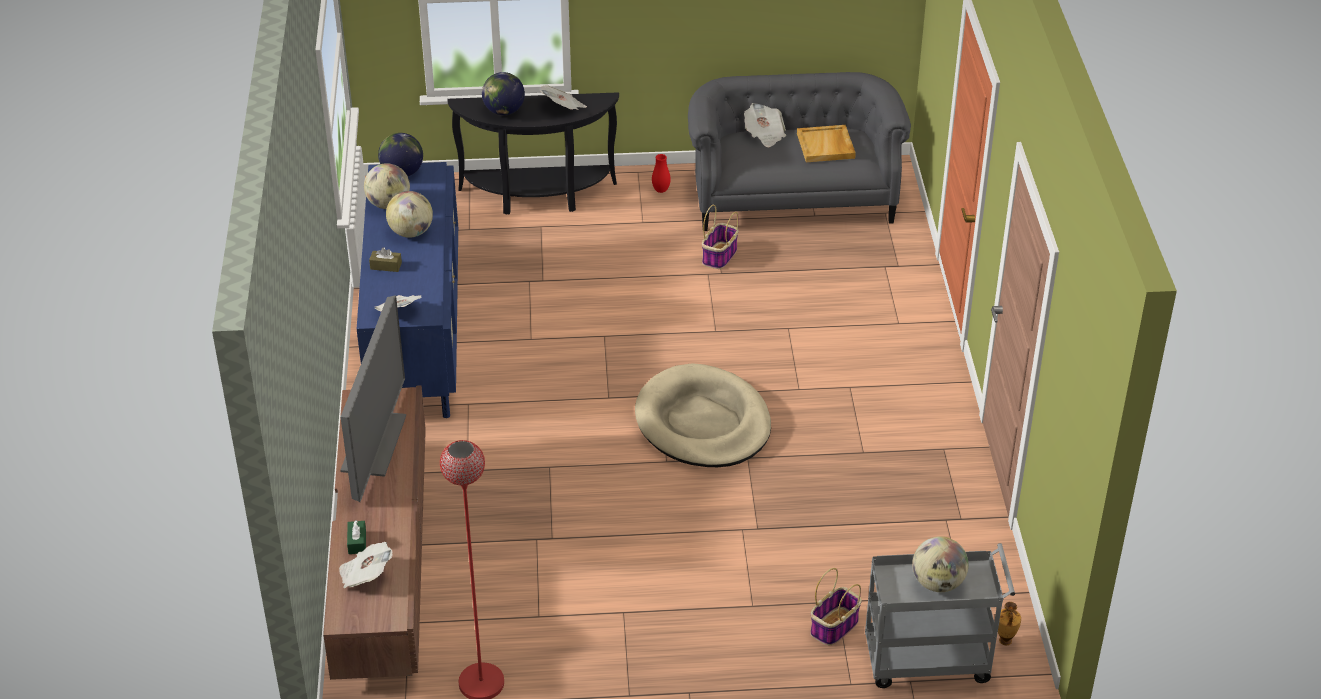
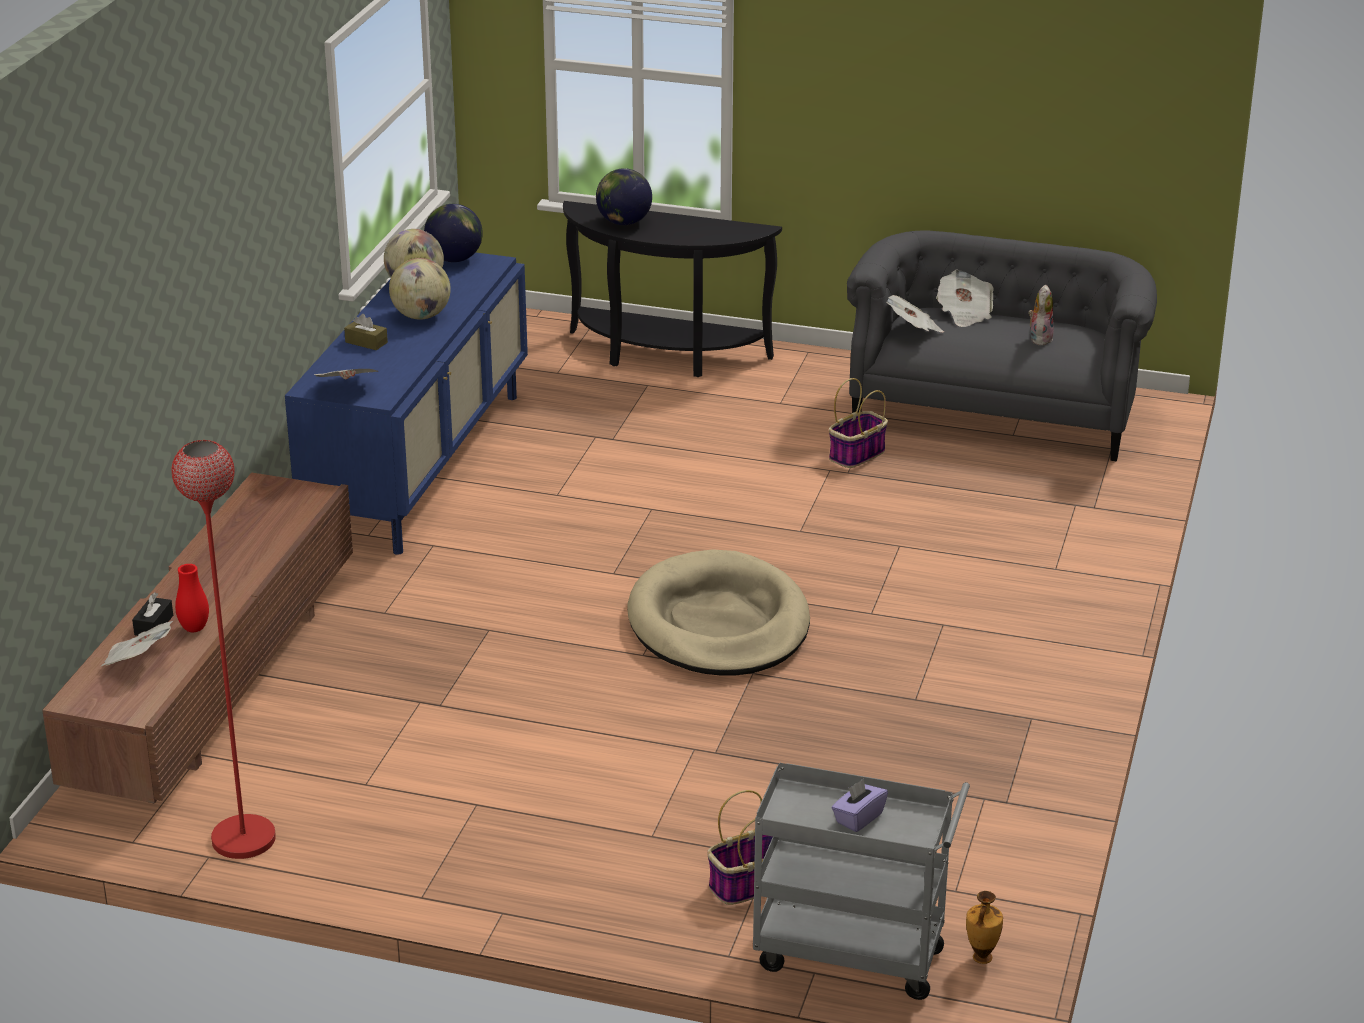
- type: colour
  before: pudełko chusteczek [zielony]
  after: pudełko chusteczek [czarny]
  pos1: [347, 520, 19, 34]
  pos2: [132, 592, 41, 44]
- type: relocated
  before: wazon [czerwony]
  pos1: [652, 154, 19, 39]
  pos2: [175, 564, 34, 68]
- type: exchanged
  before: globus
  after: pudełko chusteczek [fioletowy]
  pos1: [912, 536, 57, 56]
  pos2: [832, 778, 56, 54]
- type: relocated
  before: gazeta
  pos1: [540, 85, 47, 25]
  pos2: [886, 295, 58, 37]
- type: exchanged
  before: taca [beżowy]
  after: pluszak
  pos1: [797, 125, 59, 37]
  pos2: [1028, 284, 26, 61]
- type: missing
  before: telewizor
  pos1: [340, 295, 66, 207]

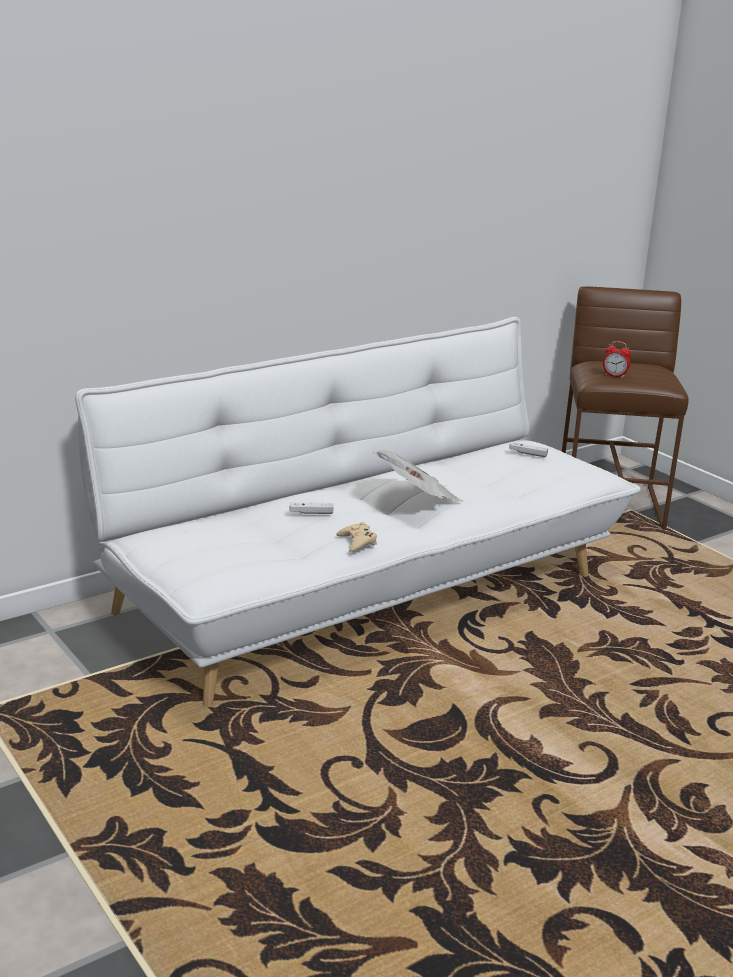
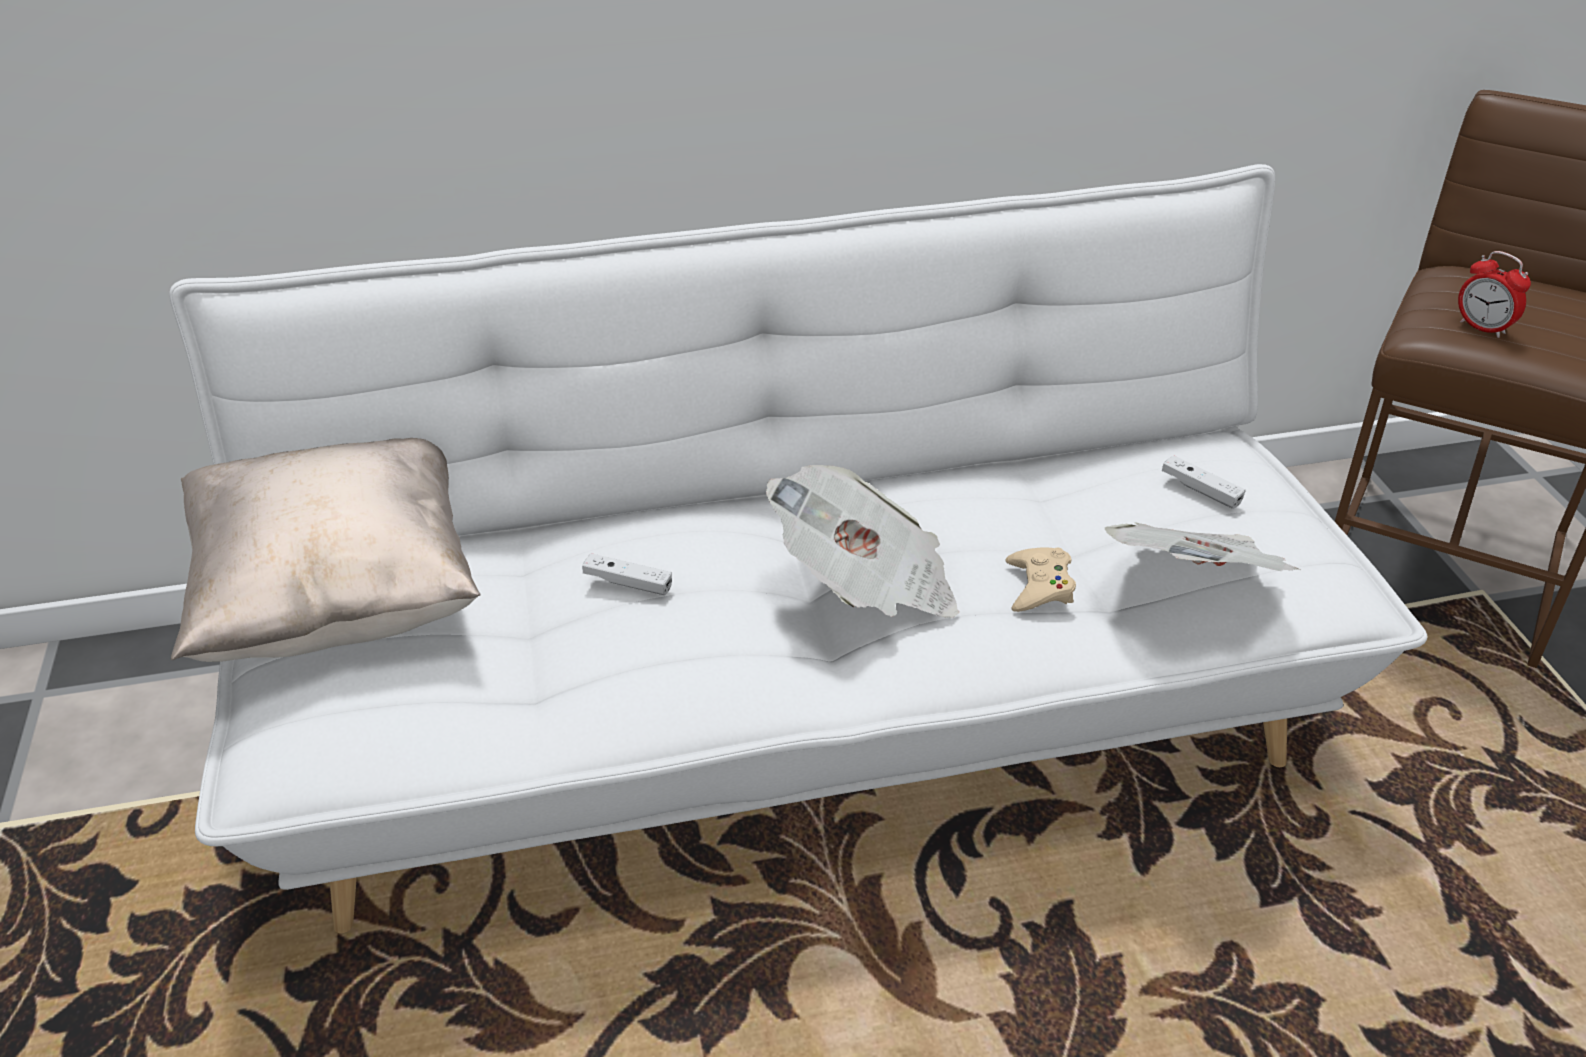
- type: appeared
  after: poduszka [beżowy]
  pos2: [171, 438, 309, 224]
- type: relocated
  before: pad do gier [beżowy]
  pos1: [336, 522, 41, 30]
  pos2: [1005, 547, 71, 65]
- type: appeared
  after: gazeta
  pos2: [1105, 523, 195, 48]

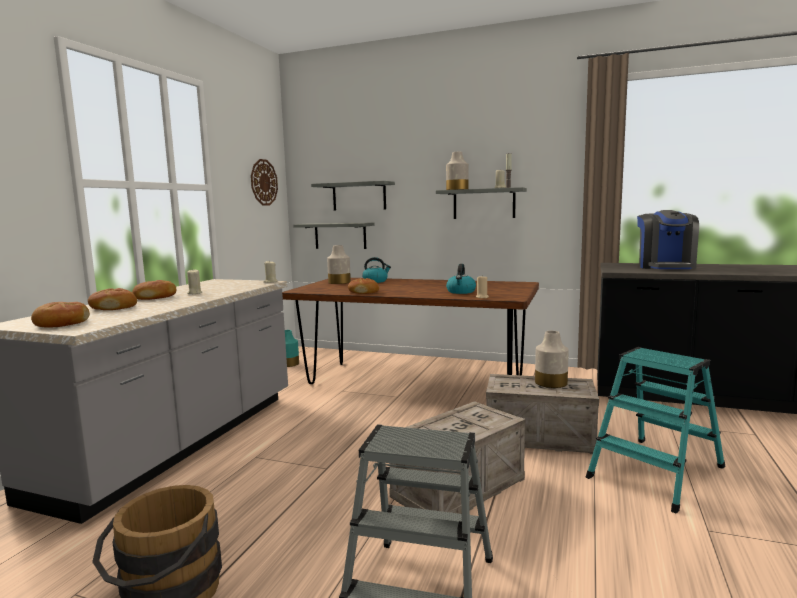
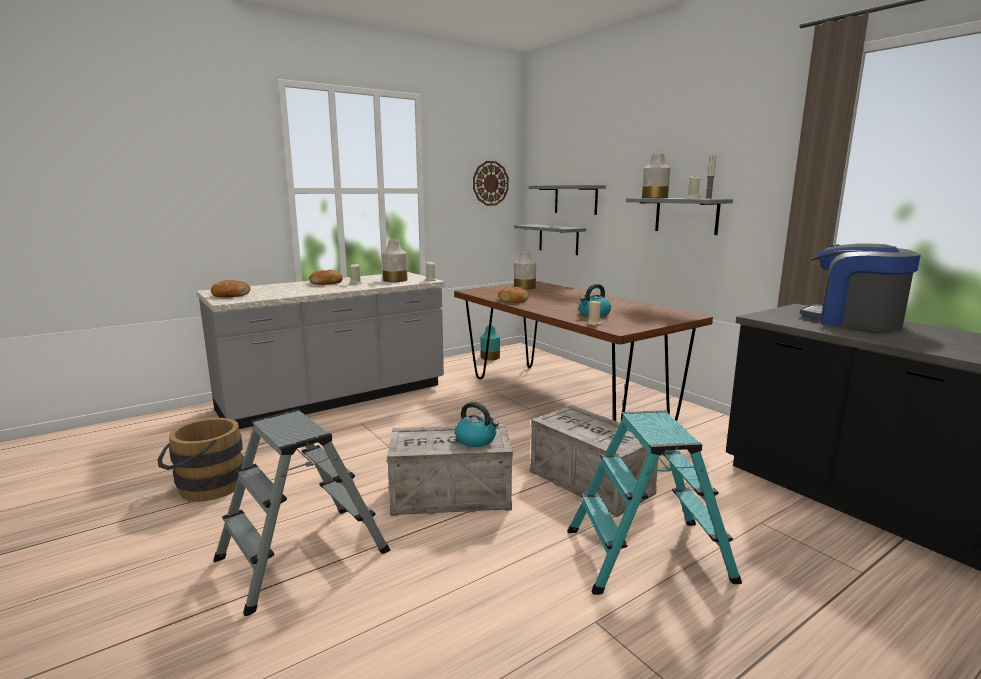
- type: relocated
  before: wazon [beżowy]
  pos1: [535, 331, 34, 57]
  pos2: [382, 240, 26, 42]
- type: relocated
  before: czajnik
  pos1: [362, 257, 29, 26]
  pos2: [455, 402, 44, 45]
- type: spun
  before: ekspres do kawy
  pos1: [637, 210, 62, 59]
  pos2: [800, 244, 121, 88]
  turn: 90
- type: missing
  before: chleb
  pos1: [88, 288, 49, 22]

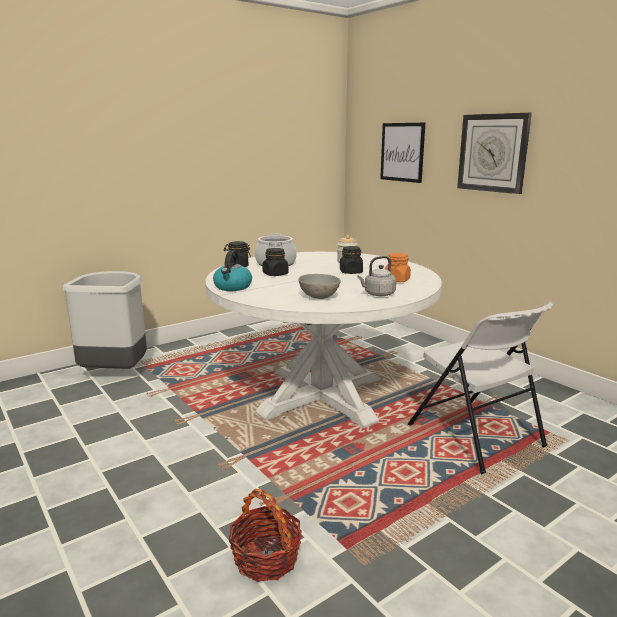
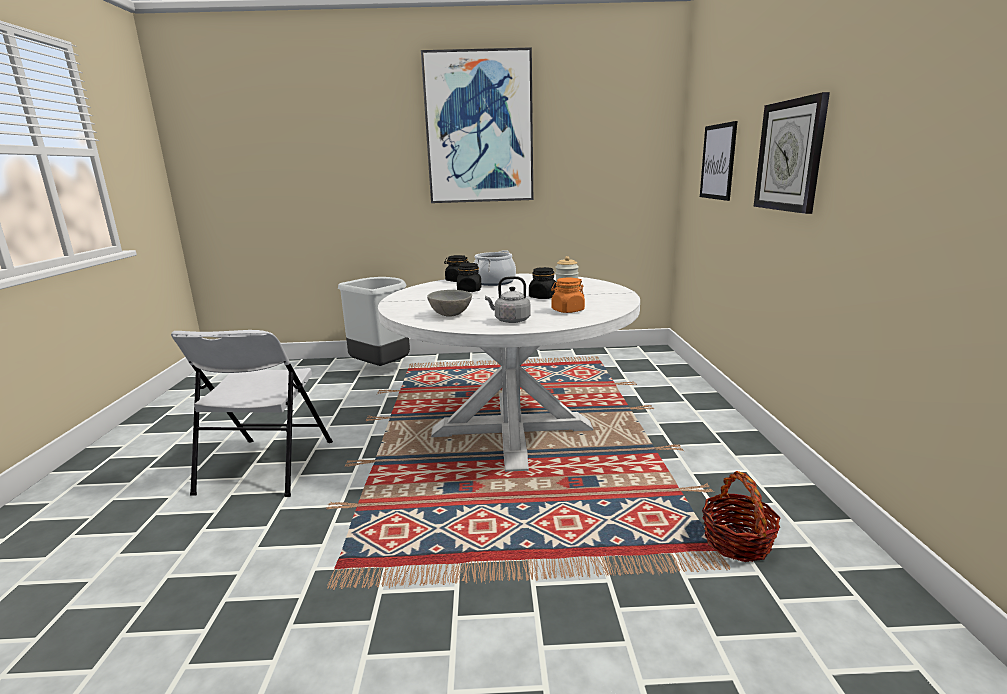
- type: relocated
  before: krzesło [biały]
  pos1: [408, 301, 145, 174]
  pos2: [171, 330, 162, 167]
- type: appeared
  after: obraz
  pos2: [421, 47, 112, 156]
- type: relocated
  before: koszyk
  pos1: [229, 489, 73, 93]
  pos2: [702, 471, 79, 91]
- type: missing
  before: czajnik
  pos1: [213, 250, 39, 41]

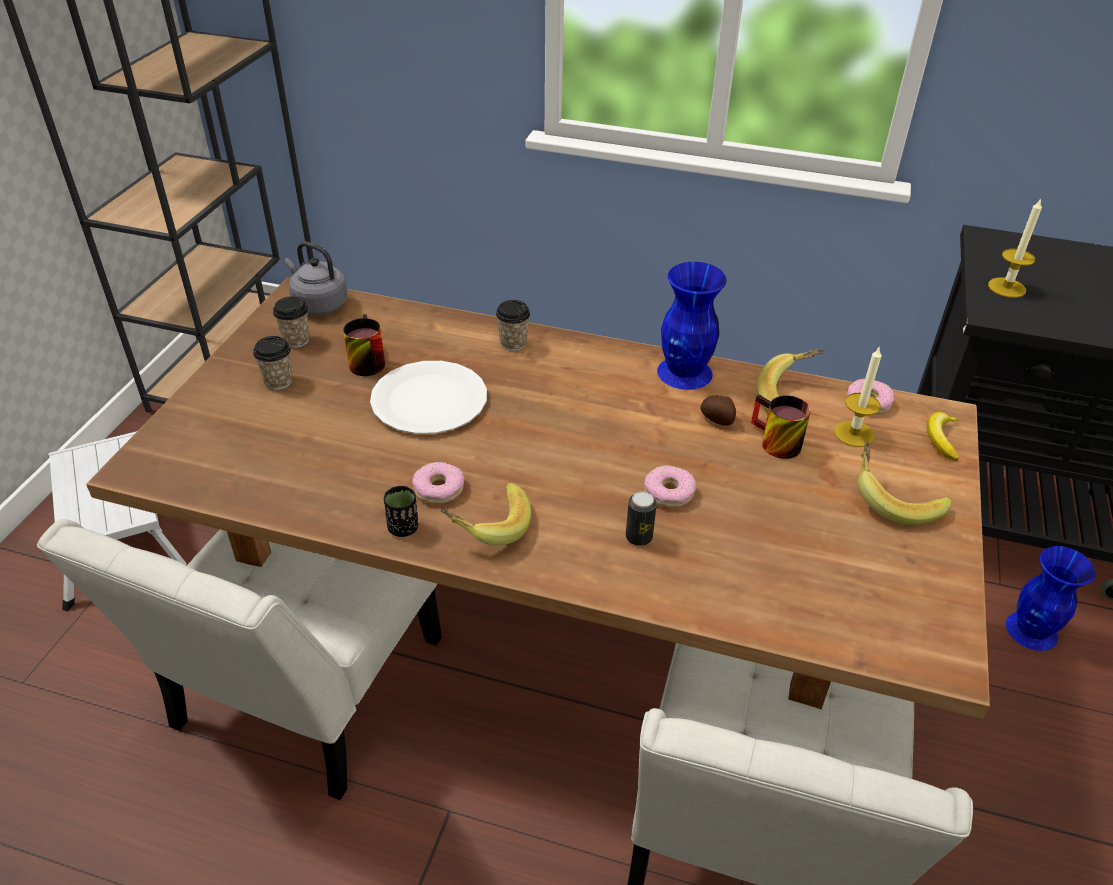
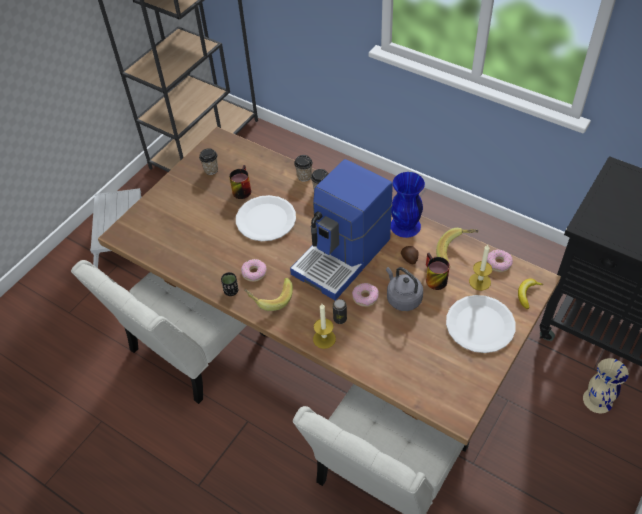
- type: appeared
  after: ekspres do kawy
  pos2: [290, 159, 103, 141]
- type: relocated
  before: filiżanka
  pos1: [253, 336, 40, 54]
  pos2: [294, 155, 19, 27]
- type: relocated
  before: świeca
  pos1: [988, 199, 54, 99]
  pos2: [313, 304, 23, 45]
- type: relocated
  before: czajnik [szary]
  pos1: [285, 242, 63, 73]
  pos2: [386, 267, 37, 44]
- type: exchanged
  before: banan
  after: talerz [biały]
  pos1: [858, 442, 94, 83]
  pos2: [446, 295, 70, 58]
- type: colour
  before: wazon [niebieski]
  after: wazon [beżowy]
  pos1: [1006, 546, 89, 105]
  pos2: [583, 358, 46, 55]

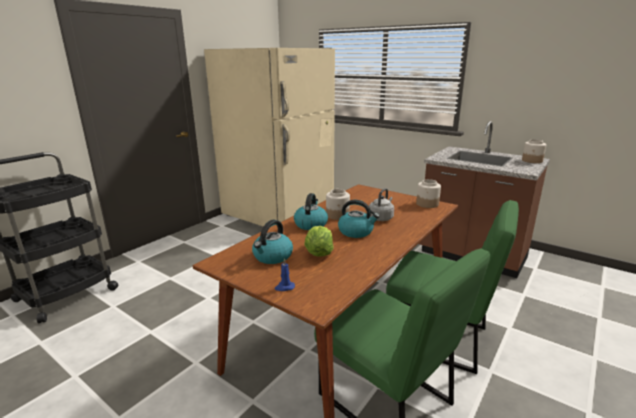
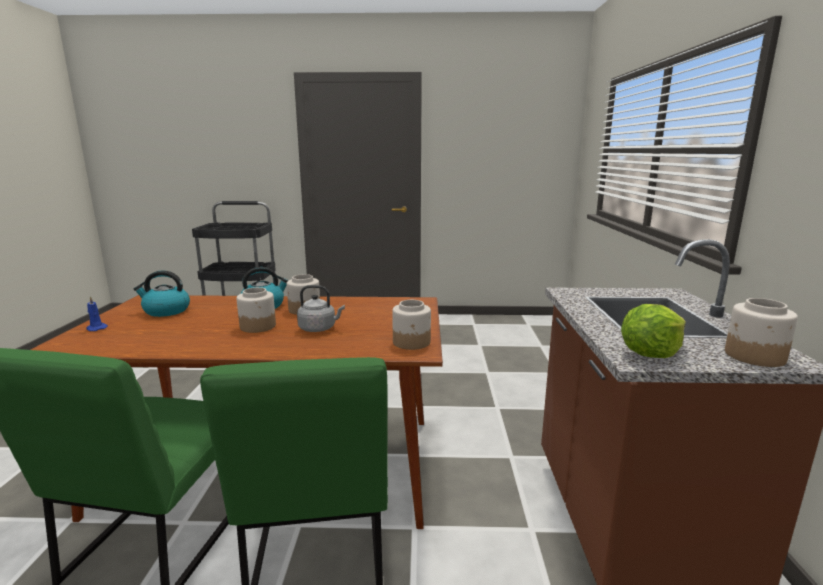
- type: exchanged
  before: czajnik
  after: słoik
  pos1: [338, 200, 42, 38]
  pos2: [237, 287, 39, 46]
- type: relocated
  before: sałata
  pos1: [304, 226, 29, 31]
  pos2: [621, 304, 65, 54]
- type: missing
  before: lodówka [beżowy]
  pos1: [204, 47, 131, 180]

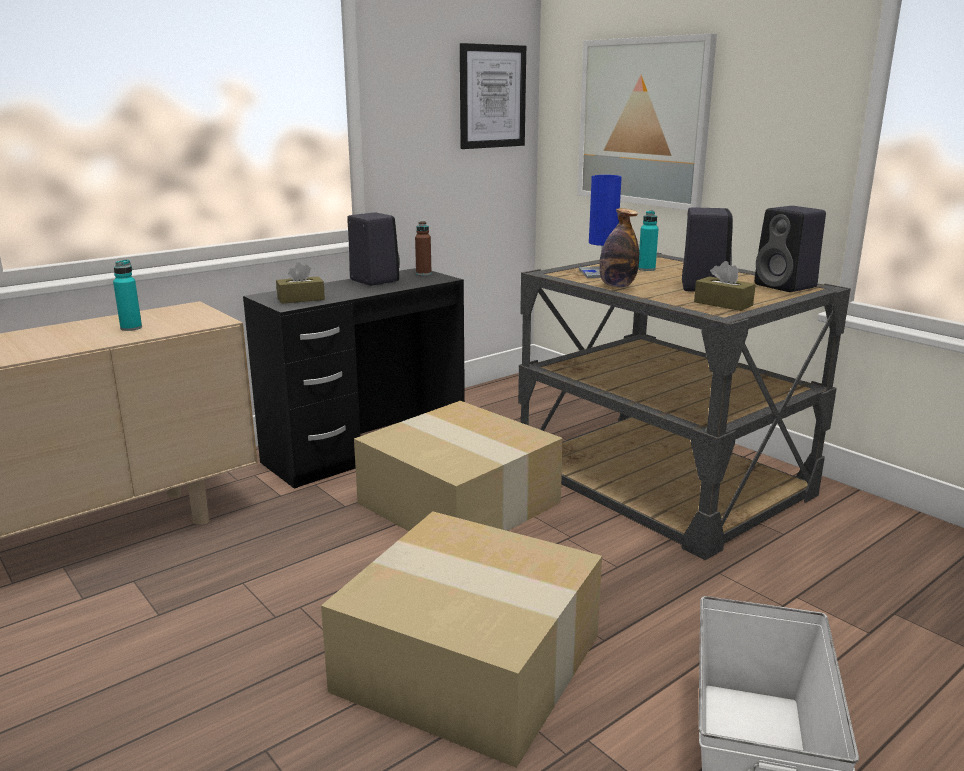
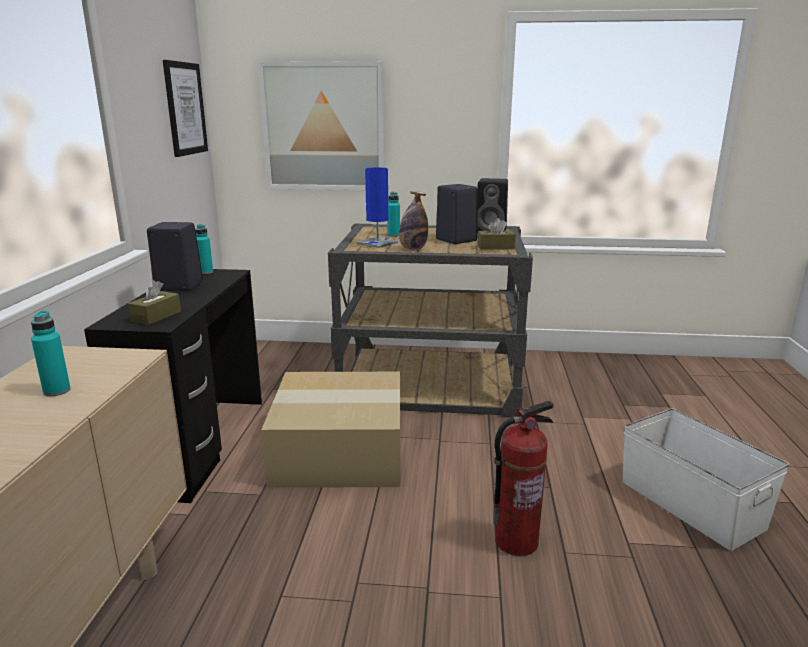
- type: colour
  before: butelka [brązowy]
  after: butelka [turkusowy]
  pos1: [415, 221, 17, 54]
  pos2: [195, 224, 18, 50]
- type: exchanged
  before: karton
  after: gaśnica
  pos1: [321, 511, 281, 257]
  pos2: [493, 401, 61, 155]

